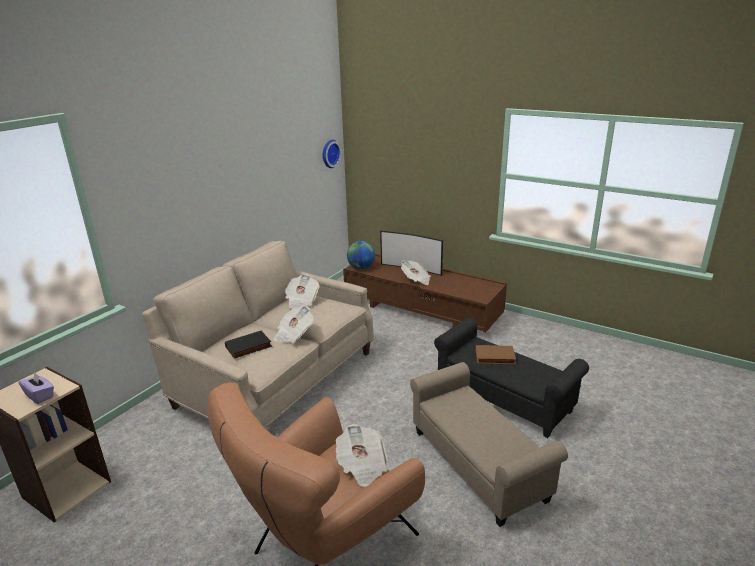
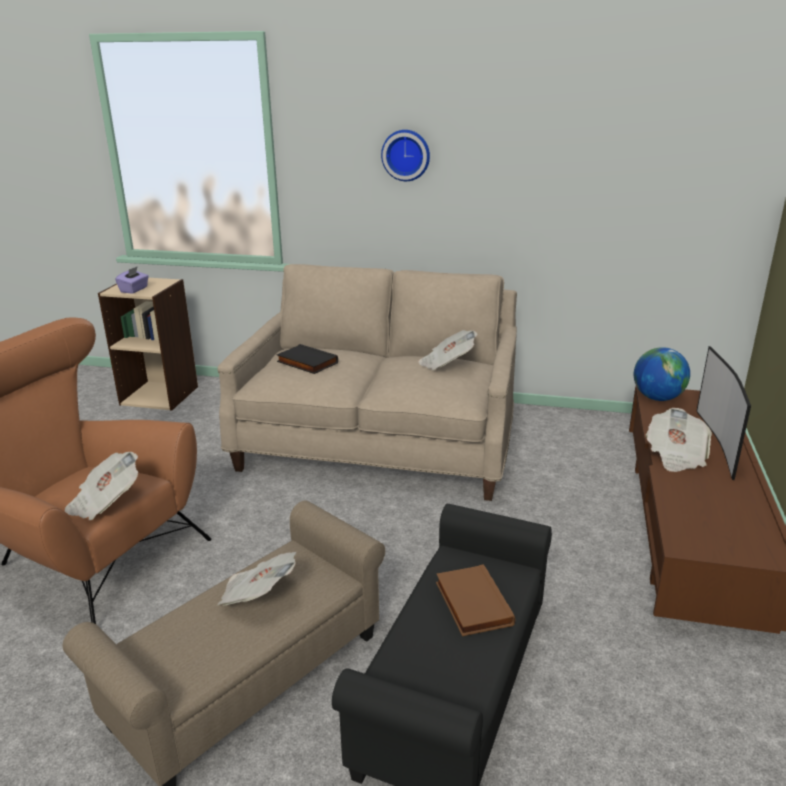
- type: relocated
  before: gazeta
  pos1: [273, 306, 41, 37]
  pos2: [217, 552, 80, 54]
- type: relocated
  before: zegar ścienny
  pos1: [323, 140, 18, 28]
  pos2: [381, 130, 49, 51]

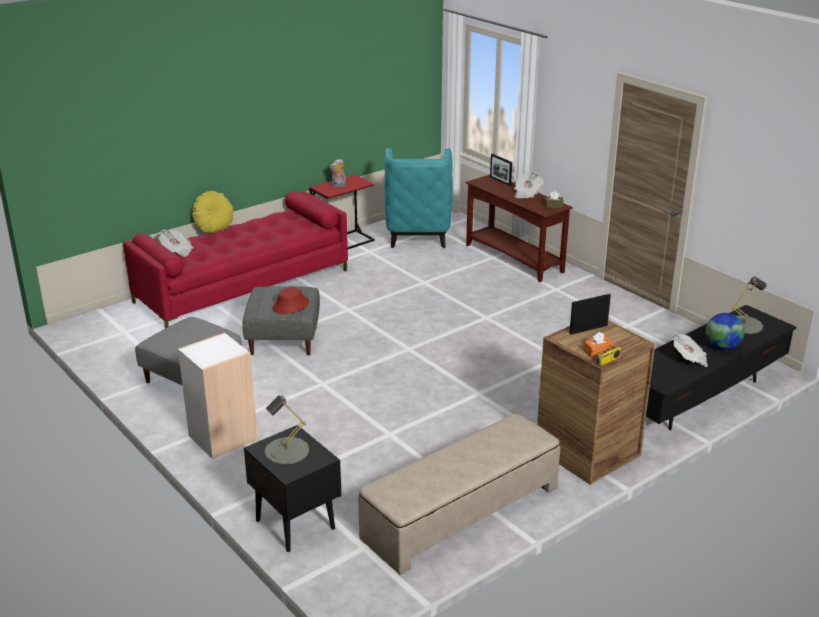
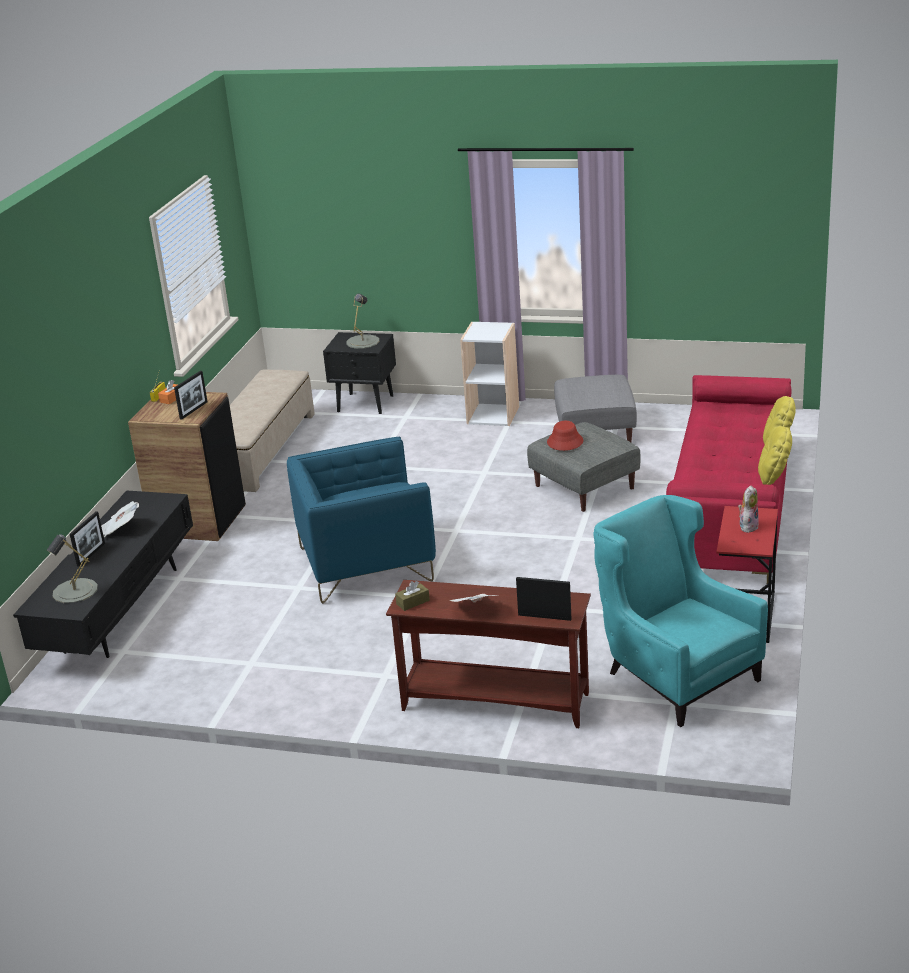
- type: exchanged
  before: globus
  after: ramka na zdjęcie
  pos1: [706, 313, 39, 37]
  pos2: [70, 511, 35, 56]
- type: appeared
  after: fotel [niebieski]
  pos2: [287, 437, 149, 167]
- type: appeared
  after: poduszka [żółty]
  pos2: [758, 426, 34, 59]
- type: missing
  before: gazeta
  pos1: [158, 230, 36, 27]

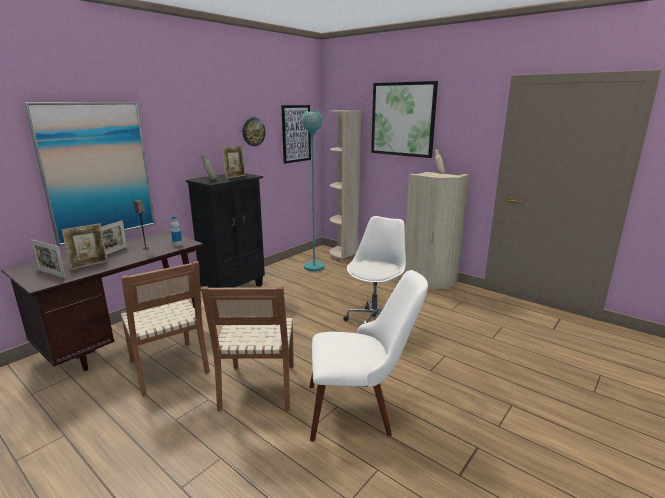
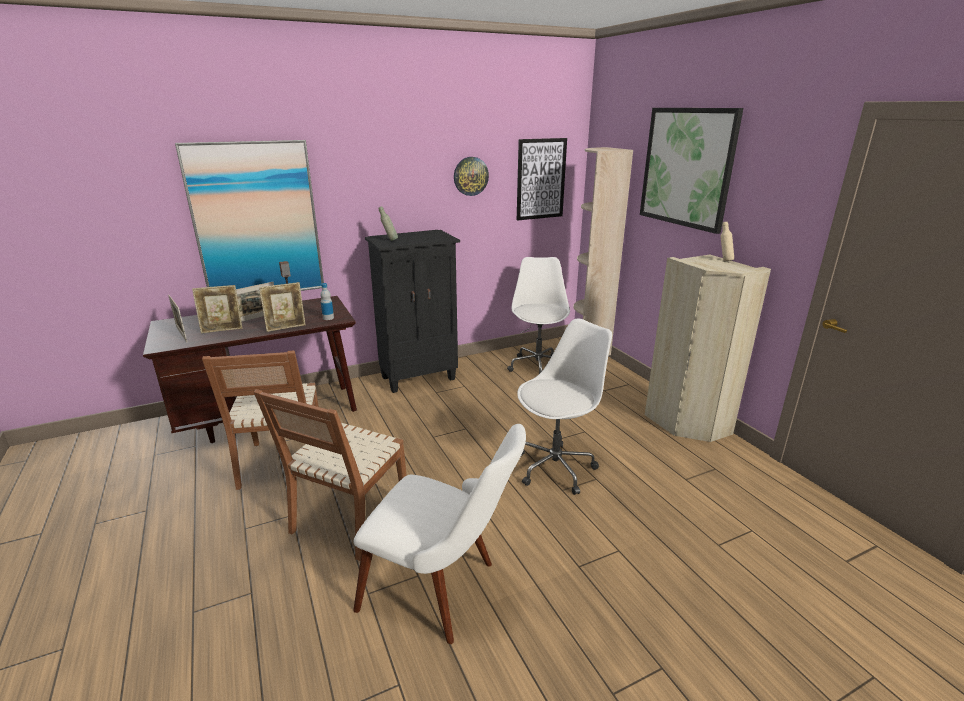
- type: relocated
  before: ramka na zdjęcie
  pos1: [222, 146, 24, 33]
  pos2: [259, 282, 47, 50]
- type: exchanged
  before: lampa stojąca [turkusowy]
  after: krzesło biurowe [biały]
  pos1: [301, 111, 24, 160]
  pos2: [507, 257, 63, 117]

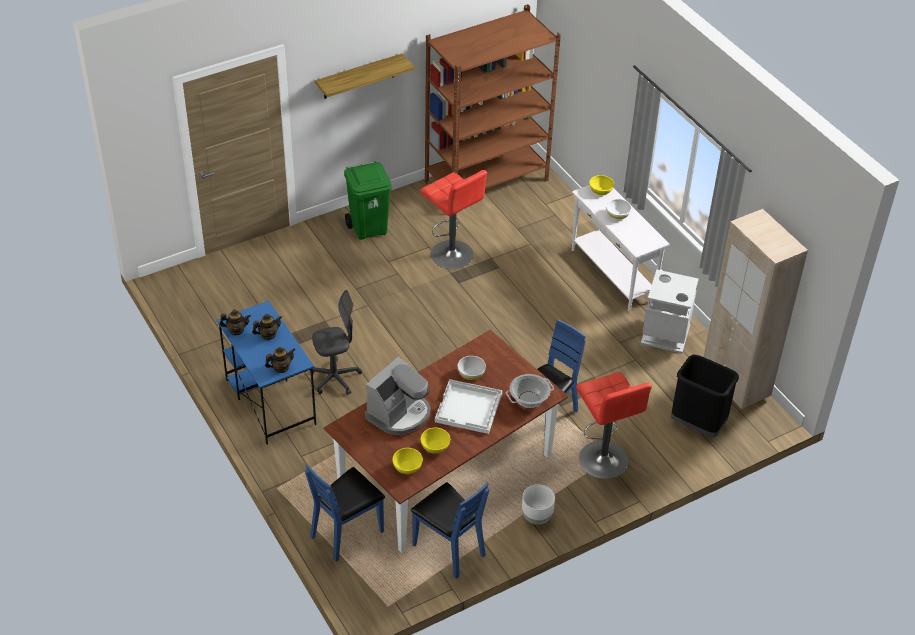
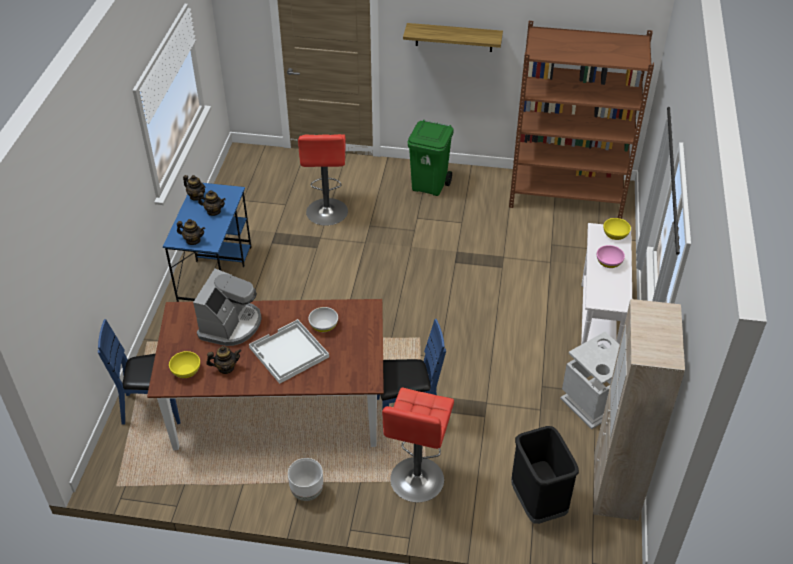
- type: spun
  before: ekspres do kawy
  pos1: [365, 357, 65, 78]
  pos2: [193, 269, 69, 77]
  turn: -60
- type: exchanged
  before: miska [żółty]
  after: imbryk
  pos1: [421, 428, 29, 26]
  pos2: [206, 346, 35, 28]
- type: relocated
  before: stołek [czerwony]
  pos1: [420, 170, 67, 99]
  pos2: [298, 134, 50, 92]
- type: colour
  before: miska [biały]
  after: miska [różowy]
  pos1: [606, 199, 26, 21]
  pos2: [597, 245, 28, 23]
- type: missing
  before: krzesło biurowe [szary]
  pos1: [310, 290, 52, 105]
- type: missing
  before: krzesło [niebieski]
  pos1: [411, 482, 78, 97]
- type: missing
  before: garnek
  pos1: [506, 374, 48, 34]

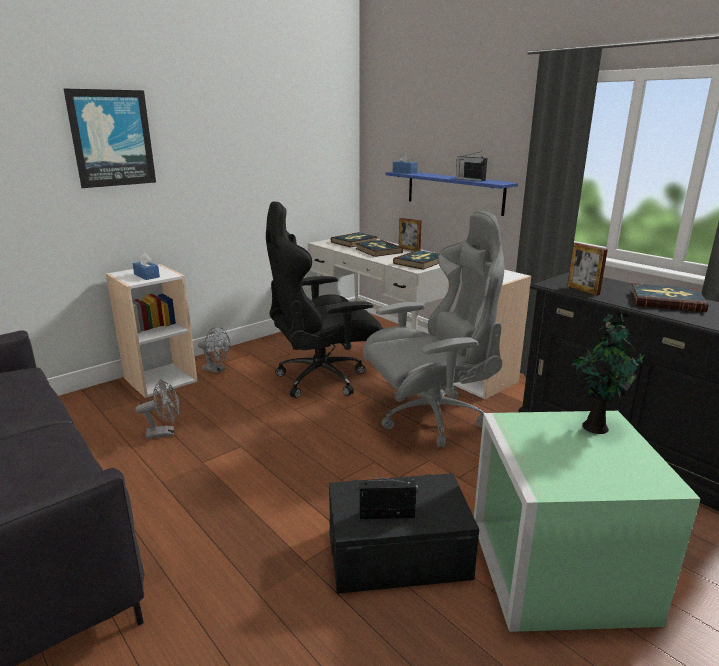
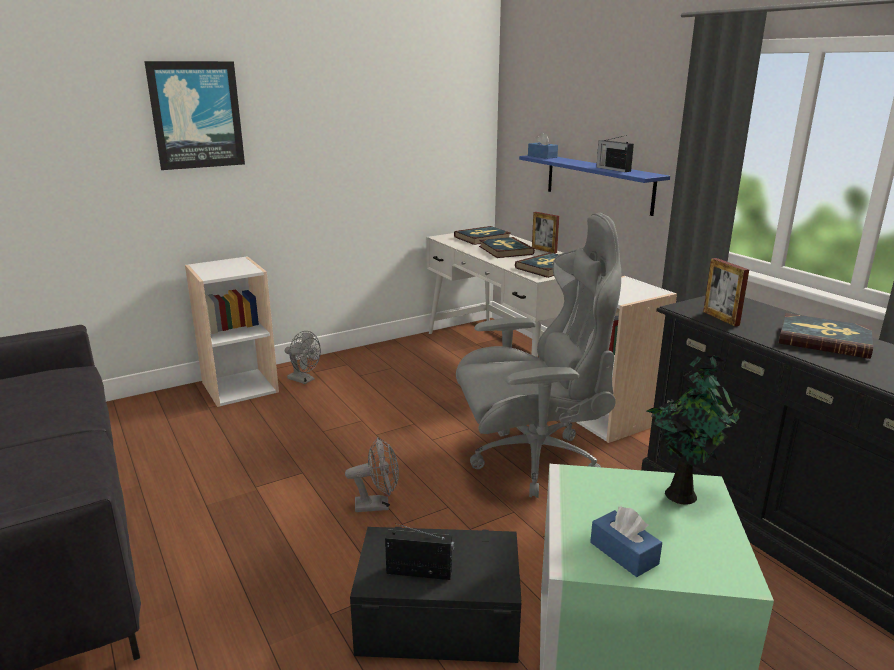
- type: relocated
  before: wentylator [szary]
  pos1: [135, 380, 44, 59]
  pos2: [345, 437, 54, 75]
- type: relocated
  before: pudełko chusteczek [niebieski]
  pos1: [132, 253, 28, 27]
  pos2: [590, 507, 72, 70]
- type: missing
  before: krzesło biurowe [czarny]
  pos1: [266, 201, 117, 197]

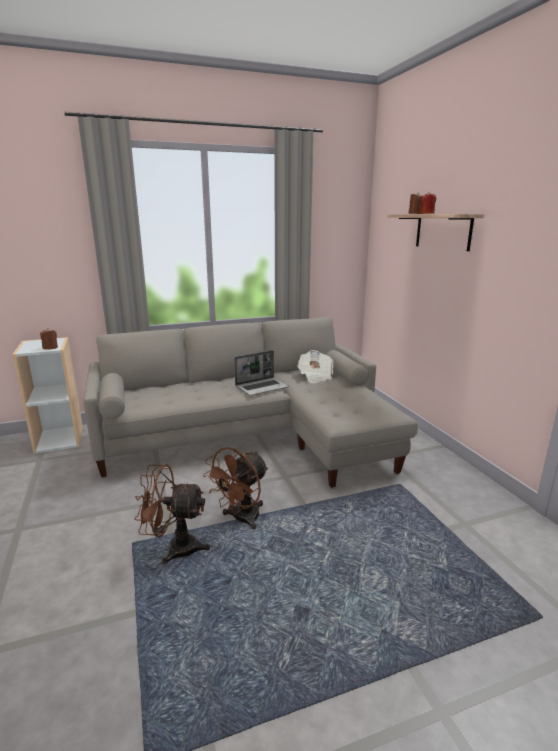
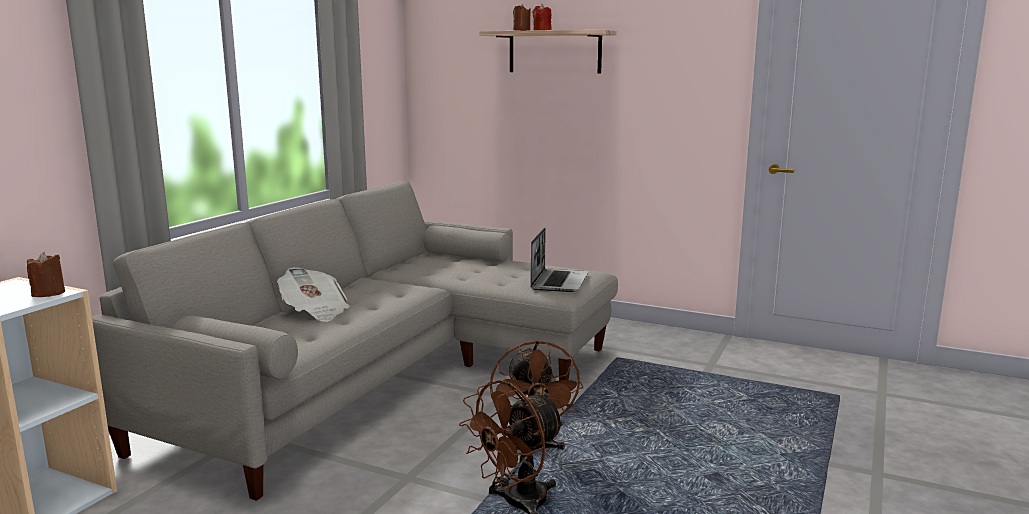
- type: relocated
  before: gazeta
  pos1: [297, 350, 37, 33]
  pos2: [277, 267, 73, 55]
- type: relocated
  before: laptop
  pos1: [234, 350, 55, 46]
  pos2: [530, 227, 58, 65]

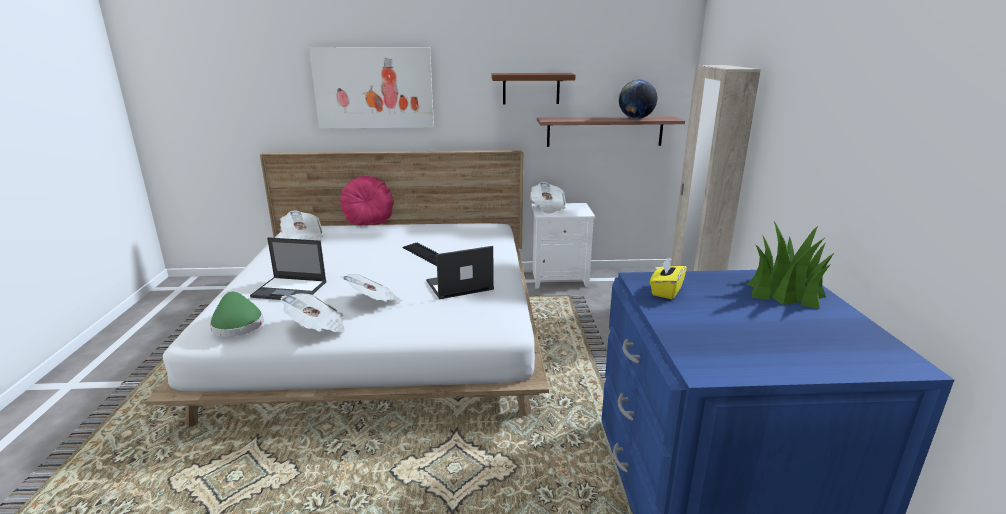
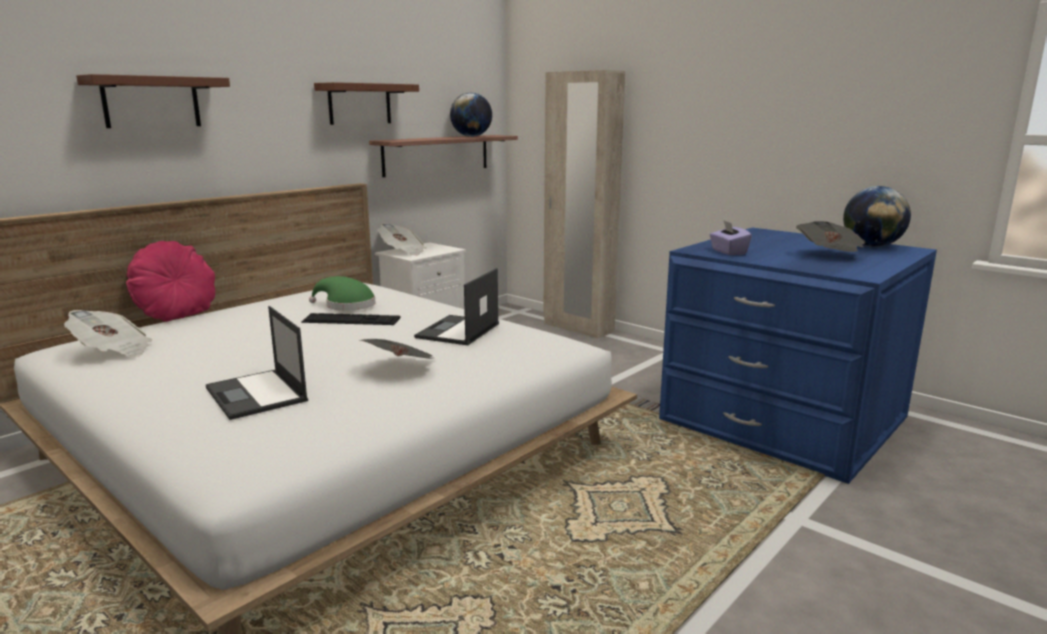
- type: exchanged
  before: obraz
  after: półka [brązowy]
  pos1: [309, 47, 125, 81]
  pos2: [76, 74, 154, 54]
- type: spun
  before: laptop
  pos1: [250, 237, 77, 63]
  pos2: [206, 306, 102, 114]
  turn: 90
- type: relocated
  before: kapelusz [zielony]
  pos1: [210, 292, 54, 45]
  pos2: [309, 276, 66, 35]
- type: colour
  before: pudełko chusteczek [żółty]
  after: pudełko chusteczek [fioletowy]
  pos1: [650, 257, 37, 42]
  pos2: [710, 221, 42, 34]
- type: relocated
  before: gazeta
  pos1: [281, 294, 64, 39]
  pos2: [796, 221, 69, 31]
- type: appeared
  after: globus
  pos2: [843, 186, 68, 61]
- type: missing
  before: roślina doniczkowa
  pos1: [747, 221, 87, 88]

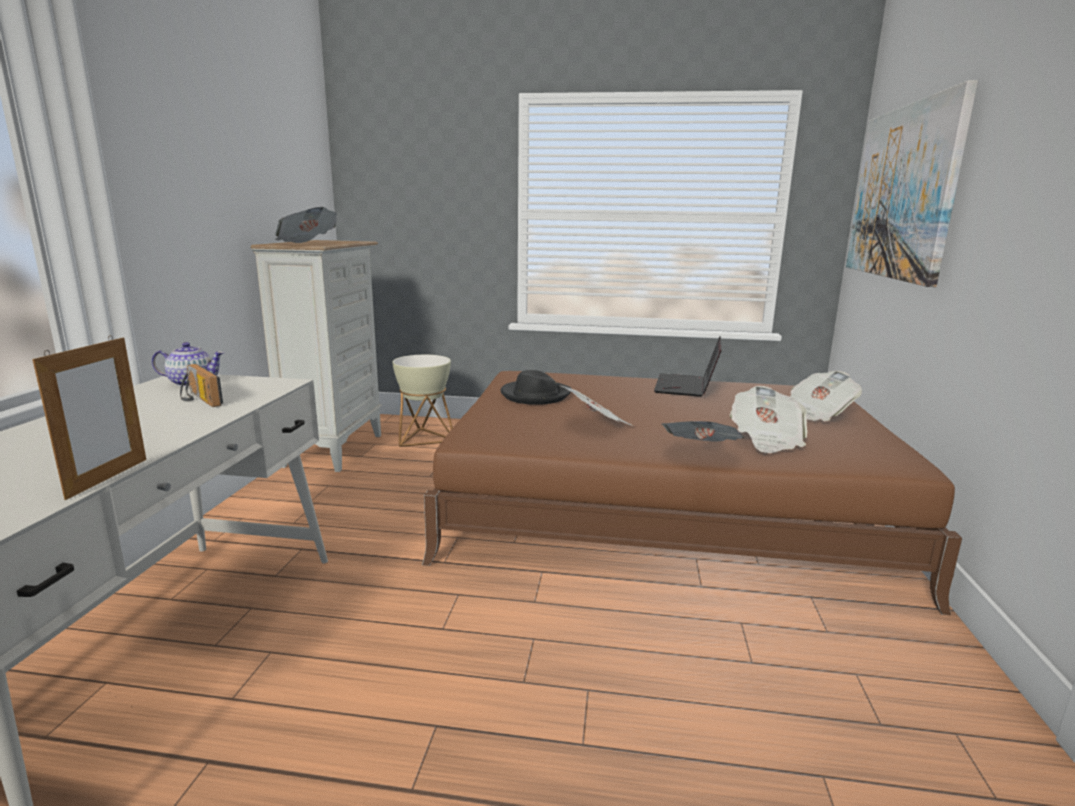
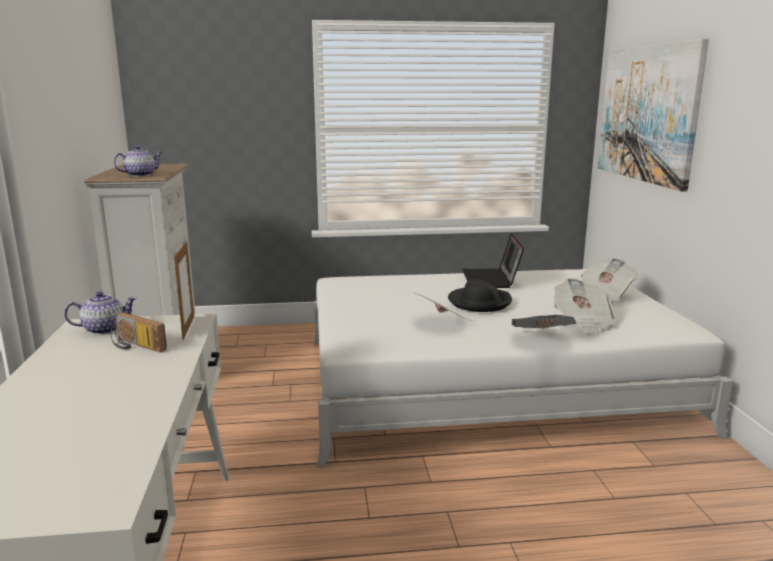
- type: exchanged
  before: gazeta
  after: imbryk
  pos1: [275, 207, 62, 36]
  pos2: [113, 146, 49, 31]
- type: relocated
  before: ramka na zdjęcie
  pos1: [32, 337, 114, 163]
  pos2: [174, 241, 20, 98]
- type: colour
  before: łóżko [brązowy]
  after: łóżko [biały]
  pos1: [422, 371, 541, 244]
  pos2: [314, 269, 419, 198]
- type: relocated
  before: kapelusz [czarny]
  pos1: [501, 370, 71, 35]
  pos2: [448, 279, 64, 33]
- type: missing
  before: donica
  pos1: [392, 355, 61, 92]

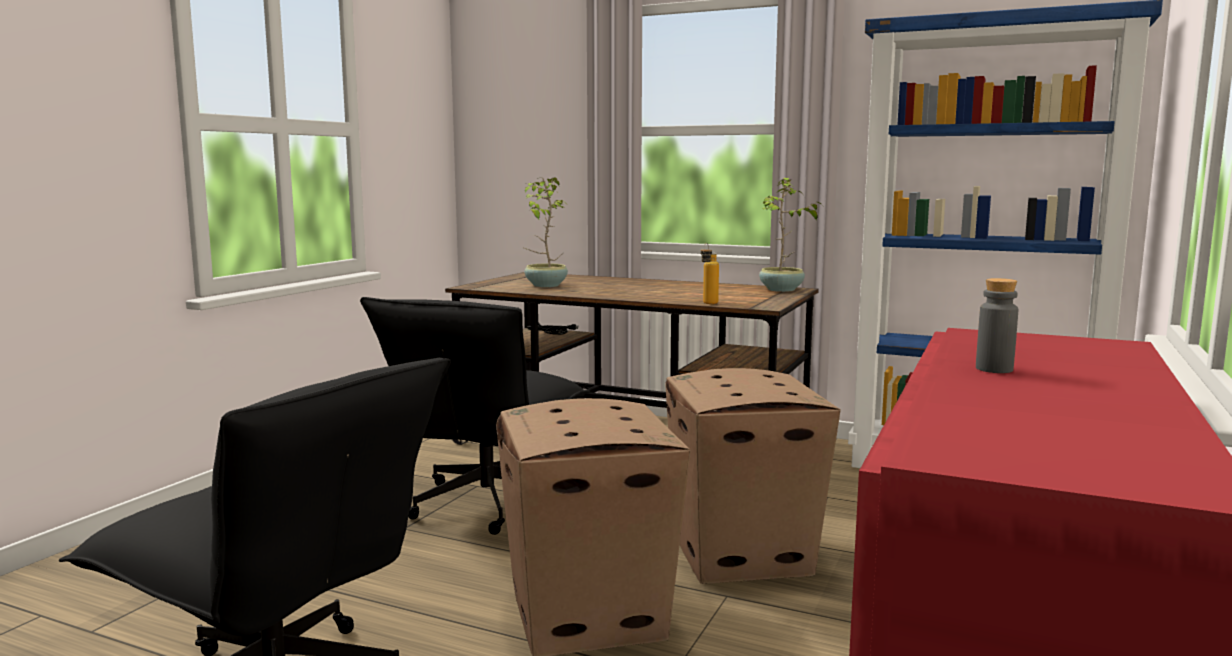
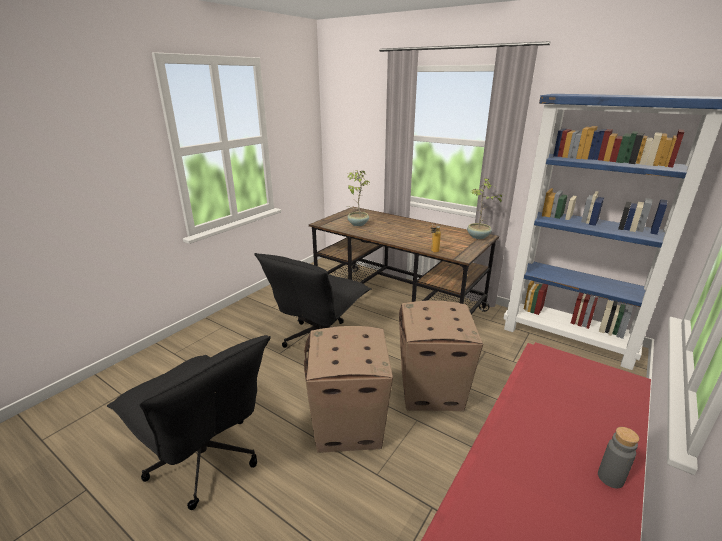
- type: relocated
  before: butelka [szary]
  pos1: [976, 278, 43, 95]
  pos2: [598, 427, 41, 61]

